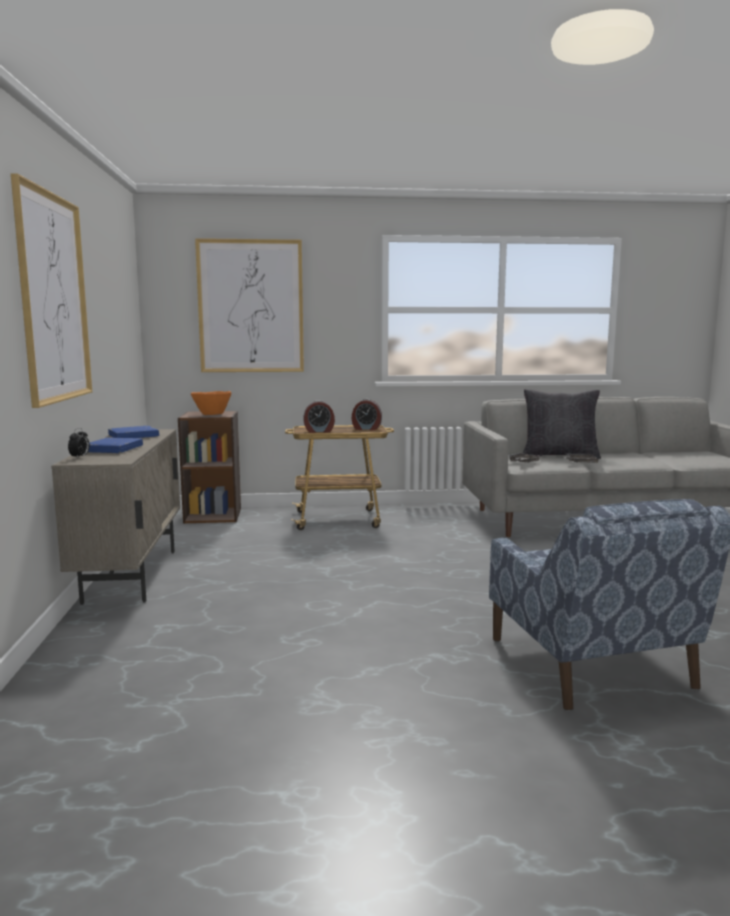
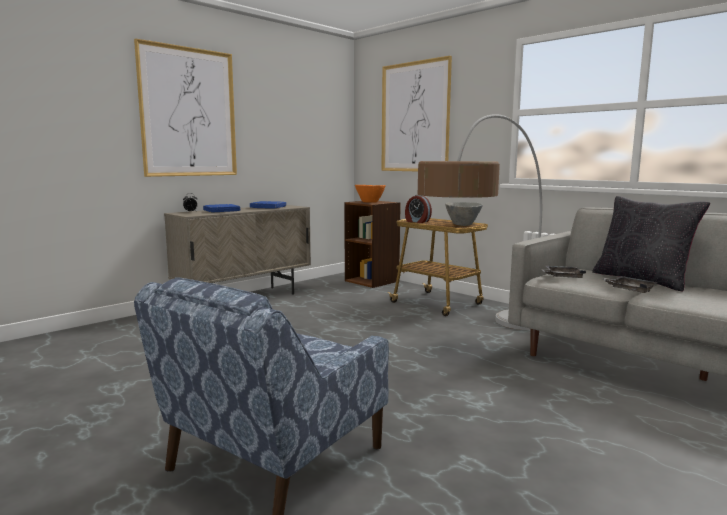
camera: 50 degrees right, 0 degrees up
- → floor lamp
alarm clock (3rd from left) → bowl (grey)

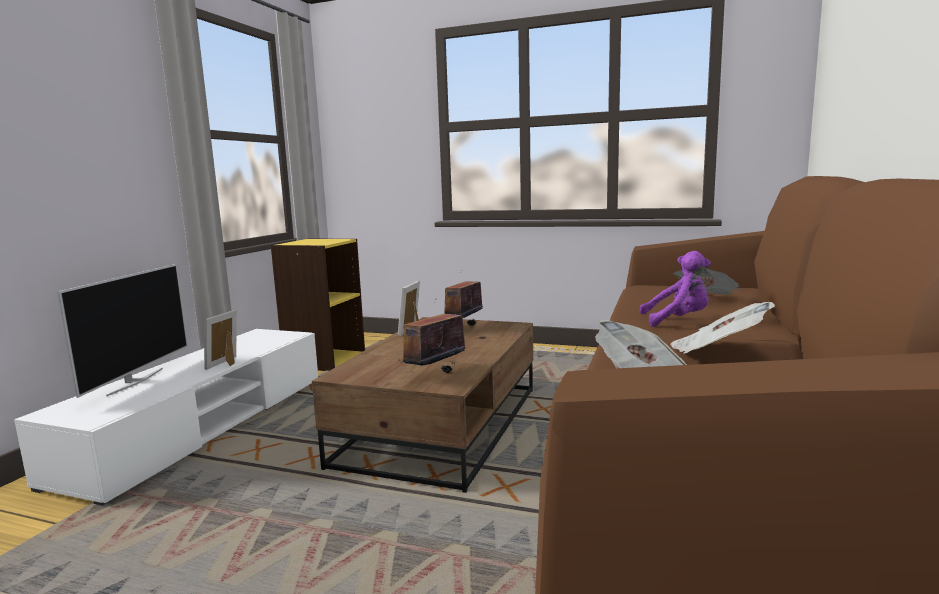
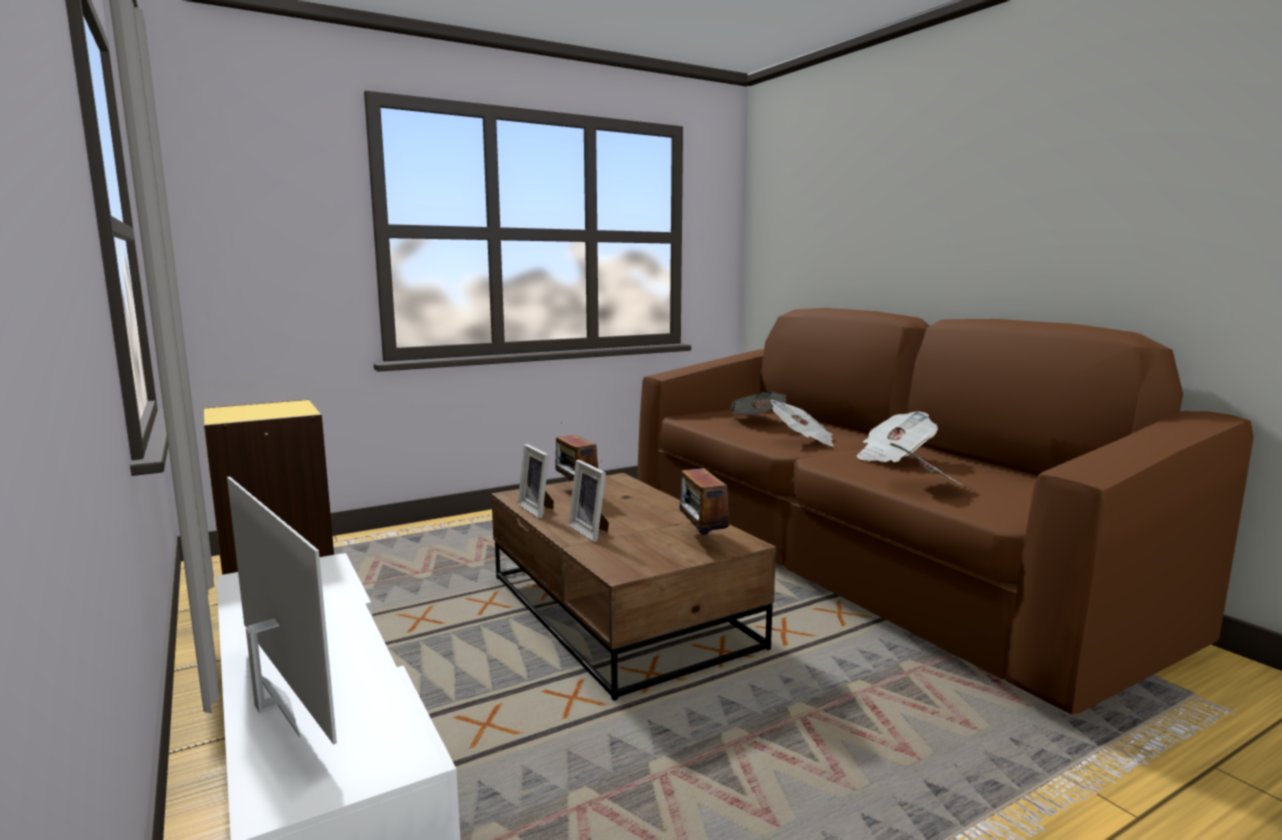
camera: 50 degrees left, 0 degrees up
picture frame (1st from left in the first image) → picture frame (2nd from left), moved
plush toy (purple) → newspaper (2nd from left)

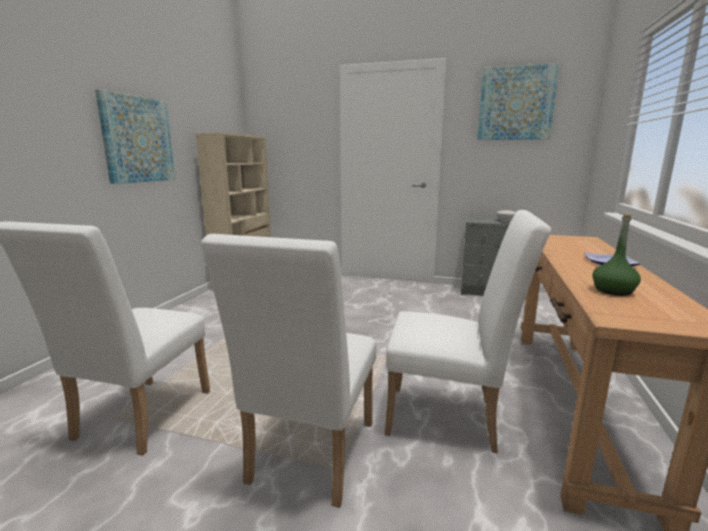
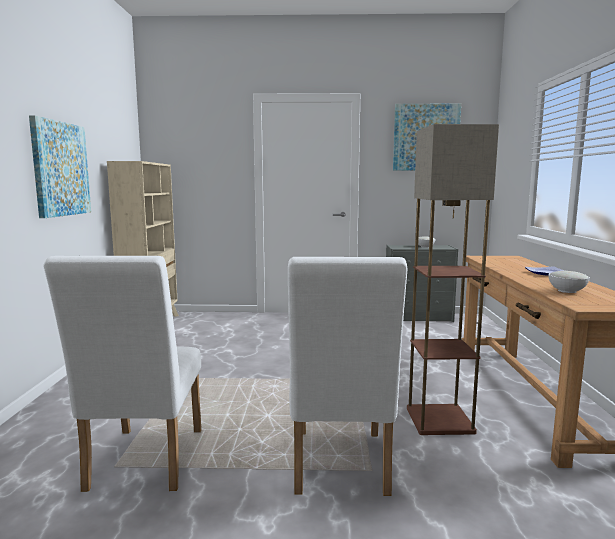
camera: 15 degrees left, 5 degrees down
chair (white) (3rd from left) → floor lamp
bottle (green) → bowl (white) (2nd from left)

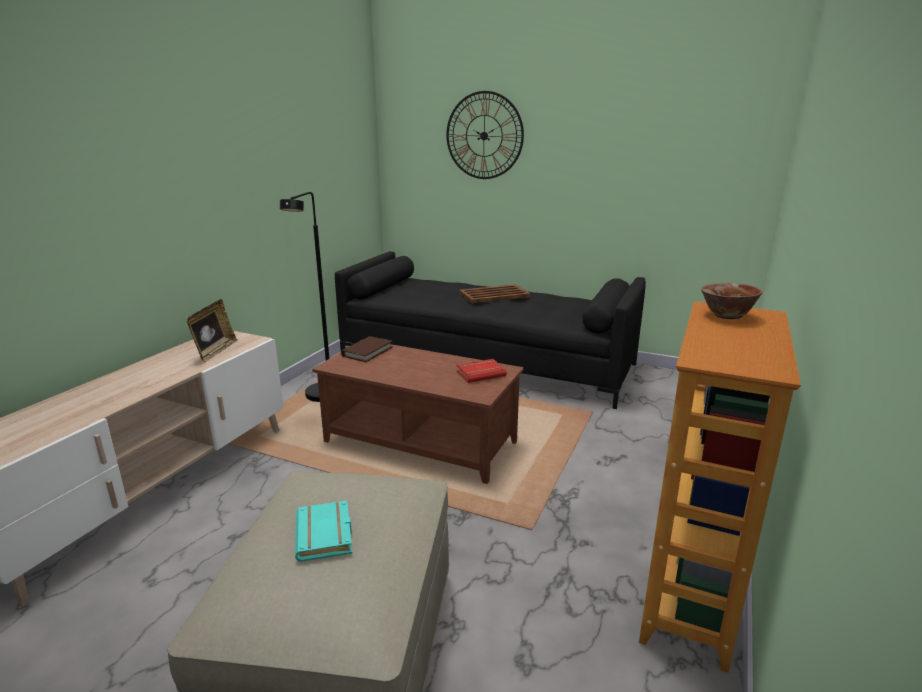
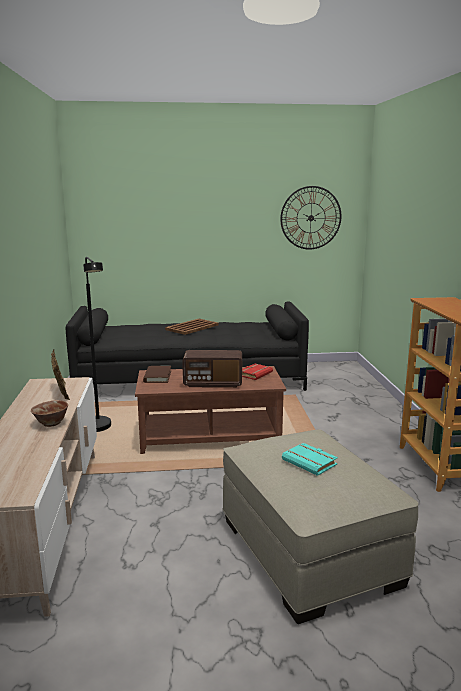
camera: 30 degrees left, 5 degrees down
bowl, moved
- → radio
wall clock, moved

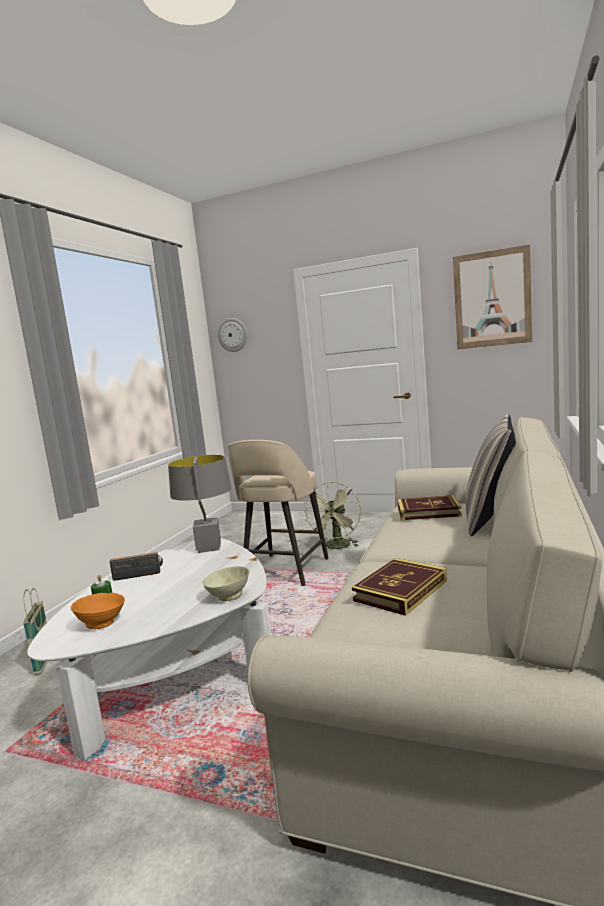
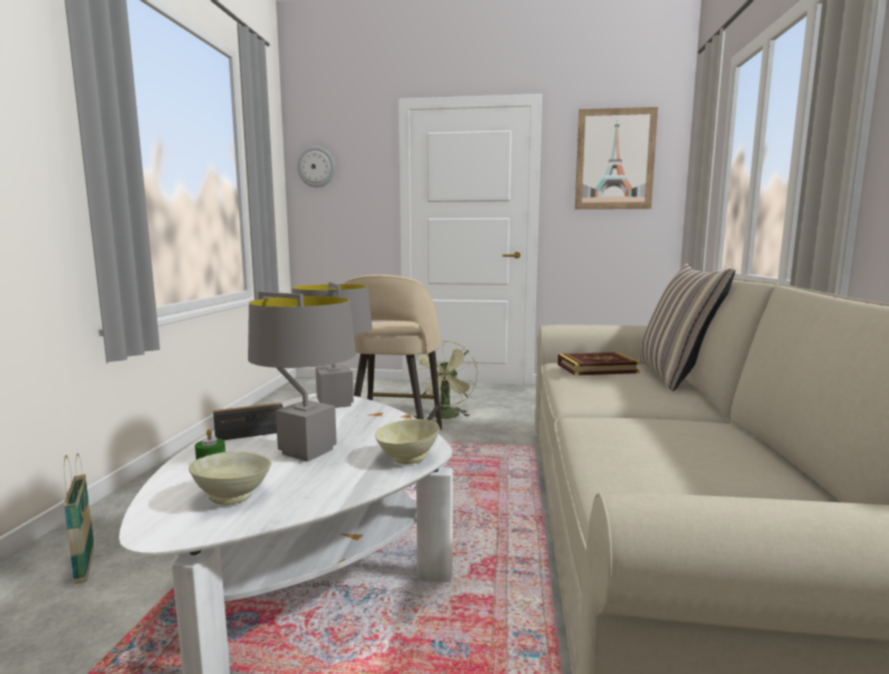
camera: 15 degrees left, 0 degrees up
bowl (orange) → bowl (beige) (1st from left)
- → table lamp (grey) (1st from left)
book (1st from left) → -

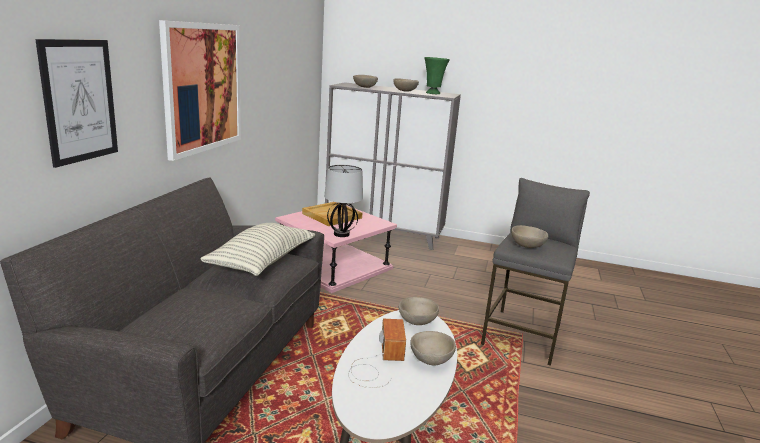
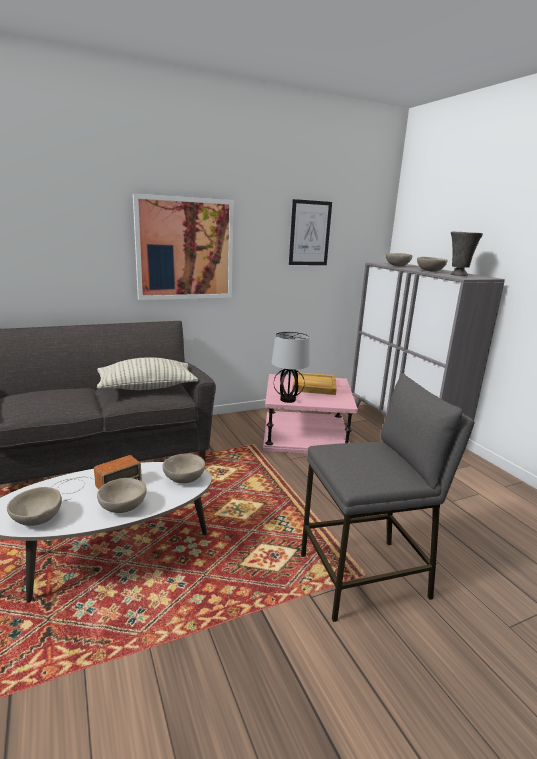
camera: 50 degrees right, 0 degrees up
bowl (beige) (5th from left in the first image) → bowl (beige) (1st from left), moved
picture (1st from left in the first image) → picture (2nd from left), moved
vase (green) → vase (grey)

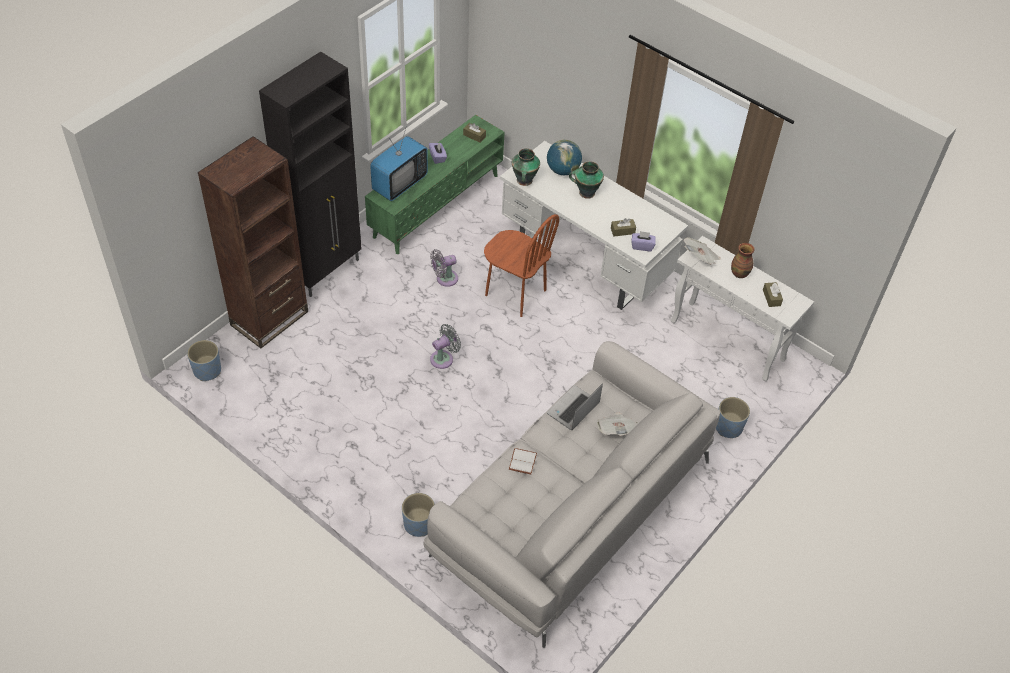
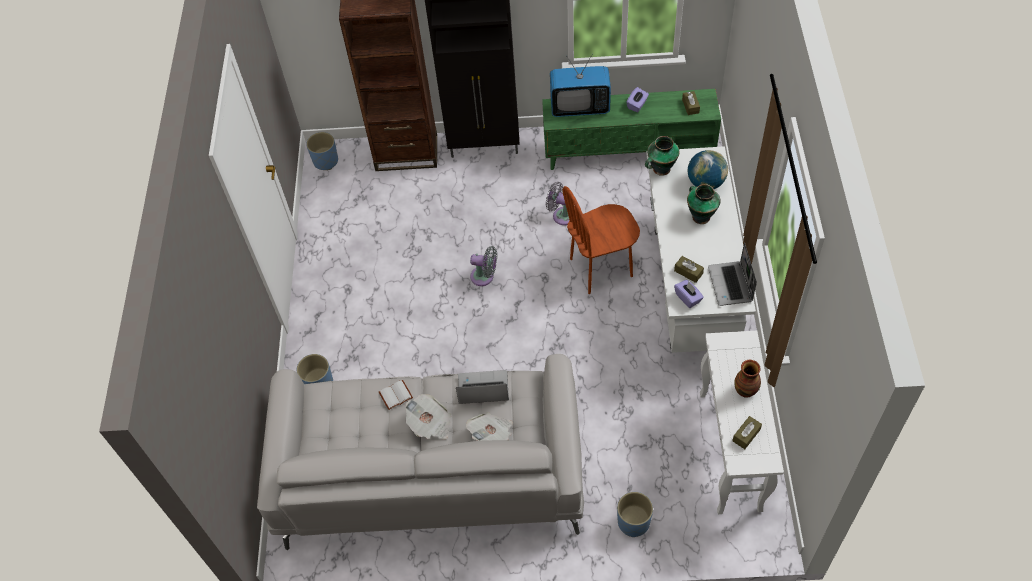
camera: 55 degrees right, 5 degrees up
newspaper (2nd from left in the first image) → newspaper (1st from left), moved
chair (brown), 75 degrees clockwise
- → laptop (2nd from left)

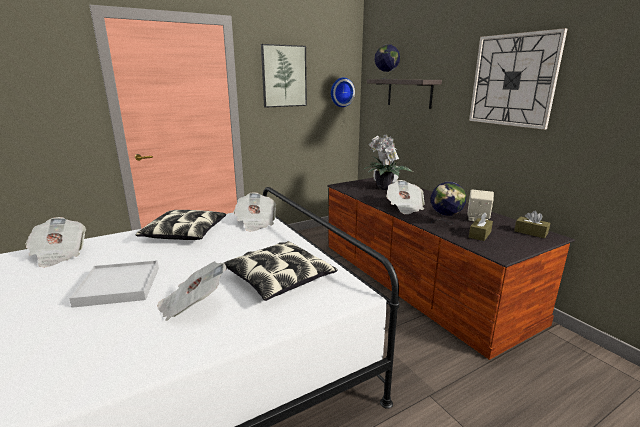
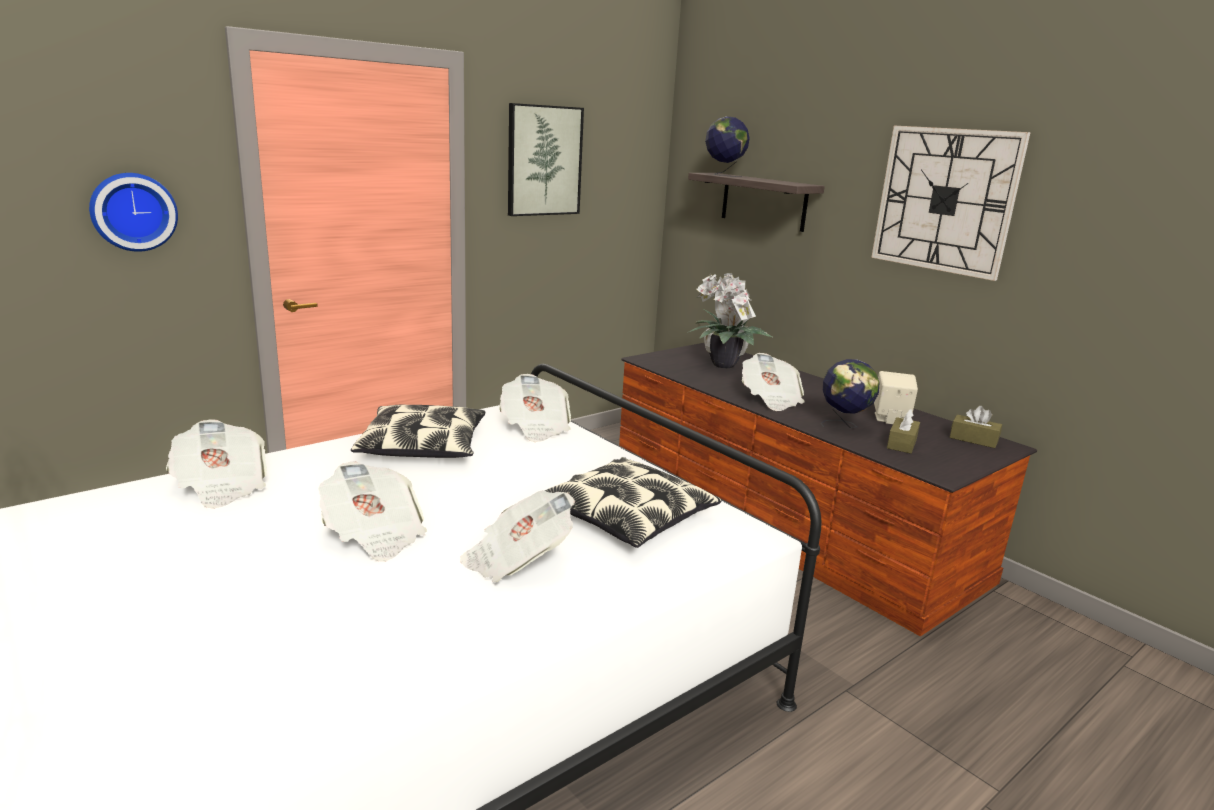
camera: 10 degrees left, 0 degrees up
wall clock (1st from left), moved
tray (white) → newspaper (2nd from left)

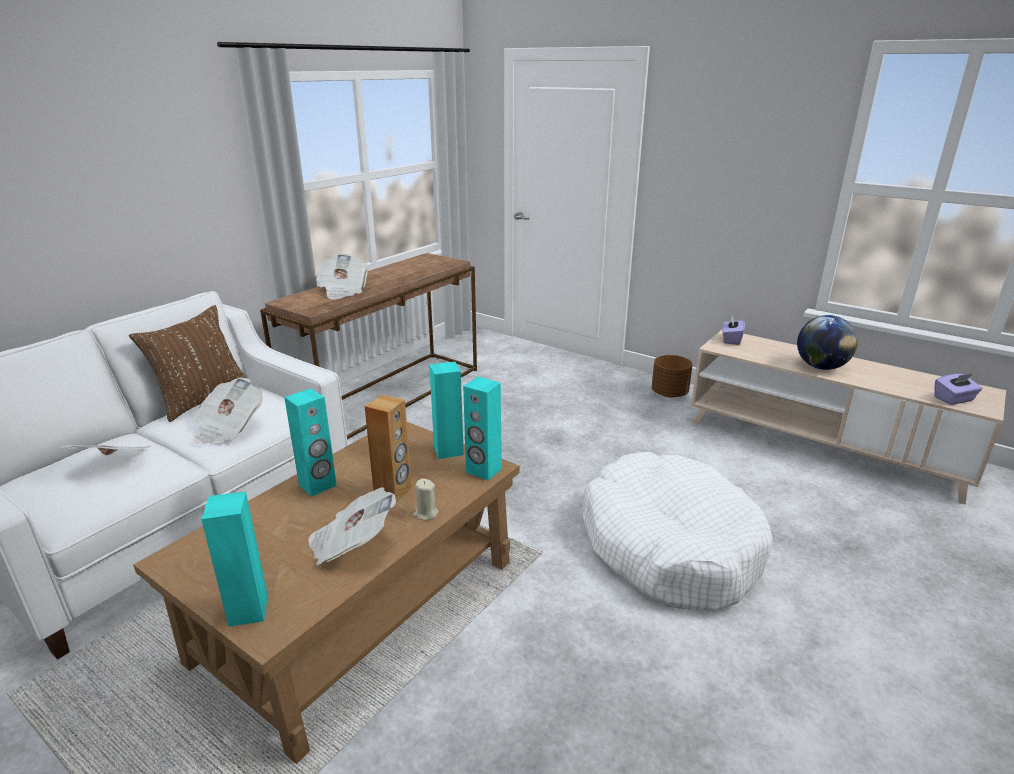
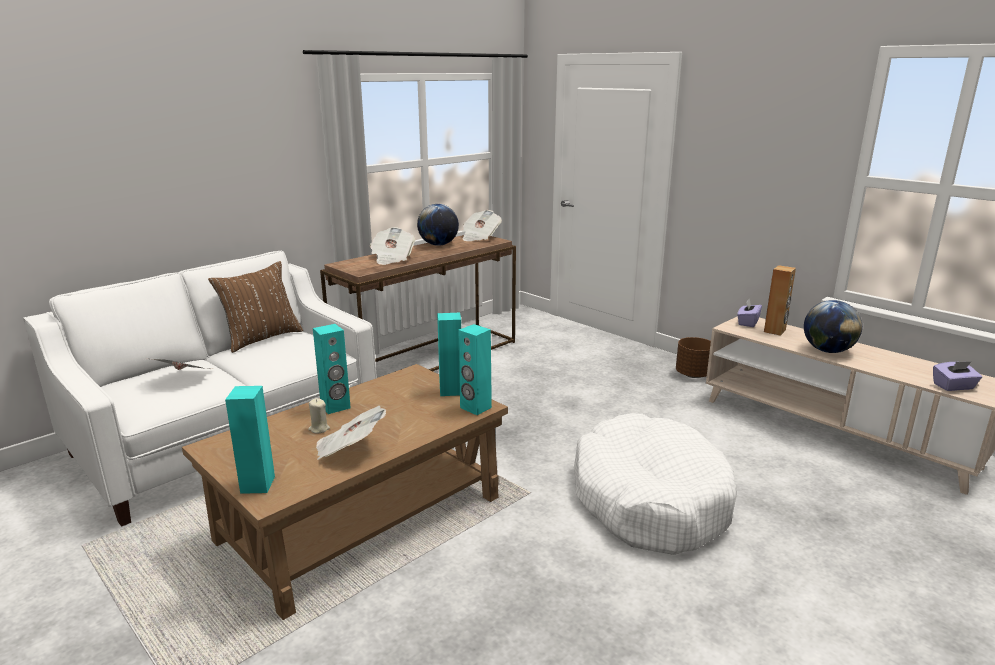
camera: 10 degrees right, 5 degrees down
candle (beige), moved
- → globe (1st from left)
newspaper (2nd from left in the first image) → newspaper (4th from left), moved
speaker (brown), moved

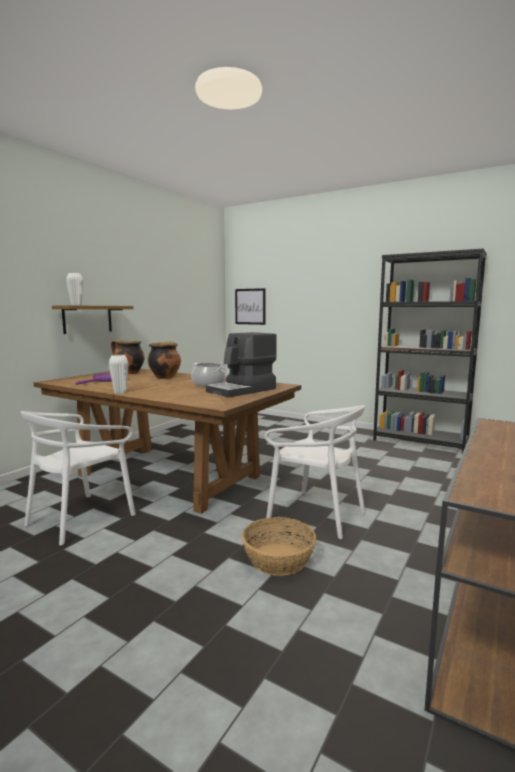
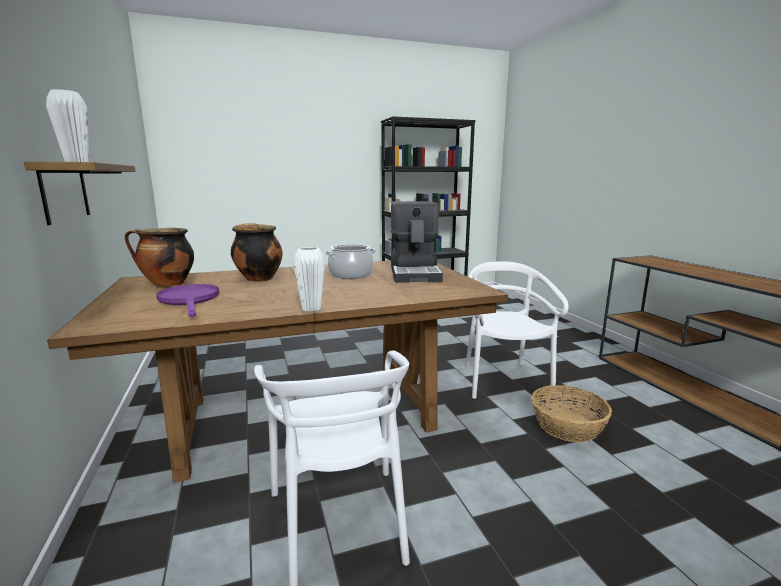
camera: 50 degrees left, 5 degrees up
chair (white) (2nd from left), 75 degrees counterclockwise
picture → -

